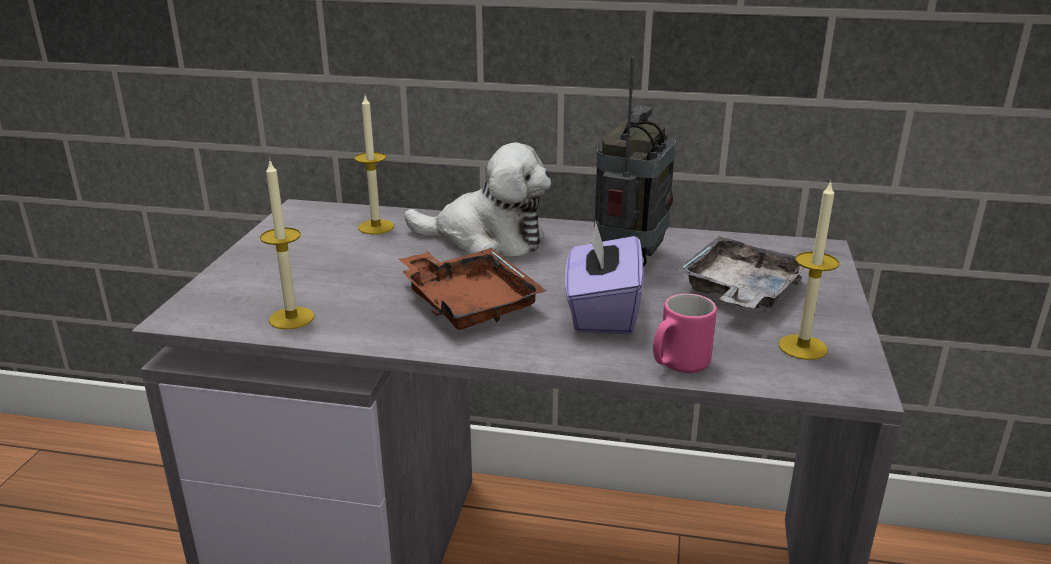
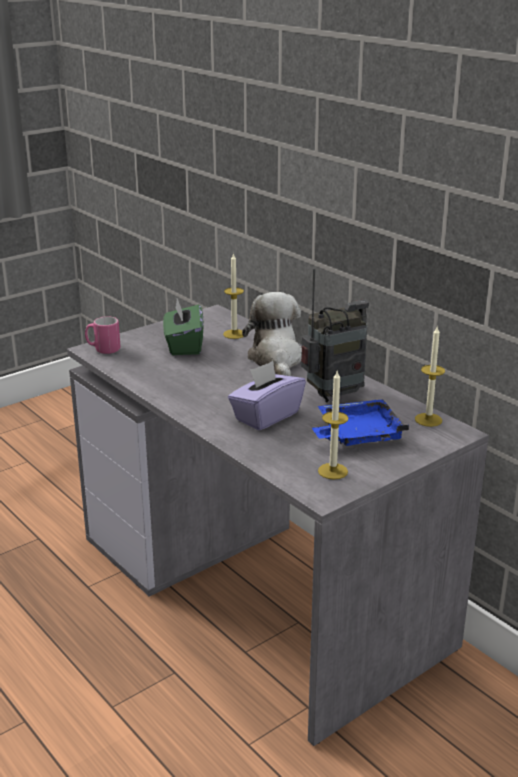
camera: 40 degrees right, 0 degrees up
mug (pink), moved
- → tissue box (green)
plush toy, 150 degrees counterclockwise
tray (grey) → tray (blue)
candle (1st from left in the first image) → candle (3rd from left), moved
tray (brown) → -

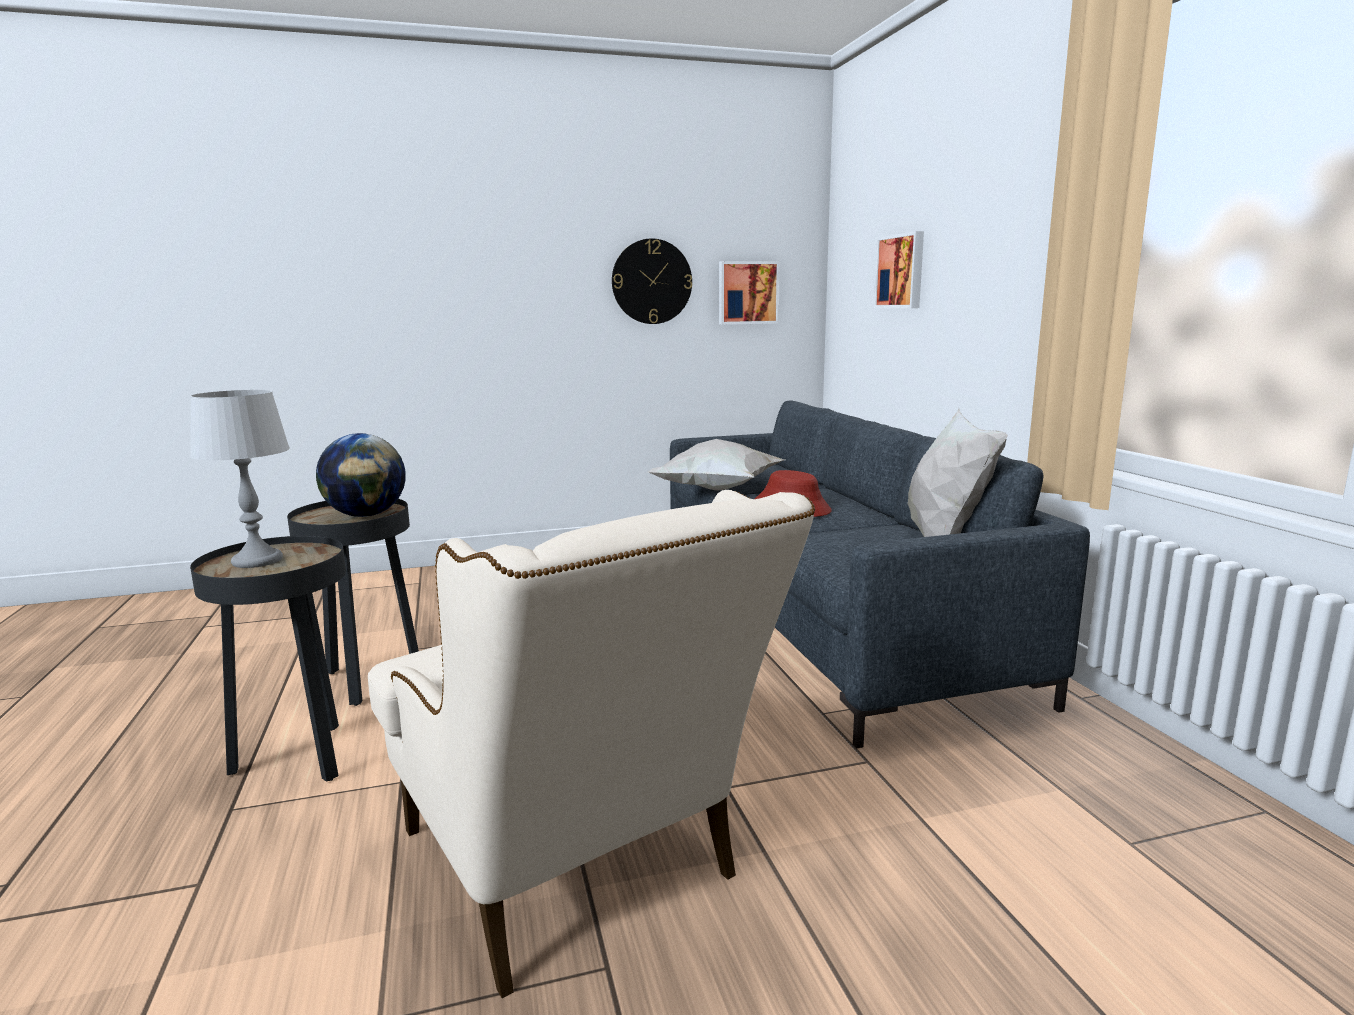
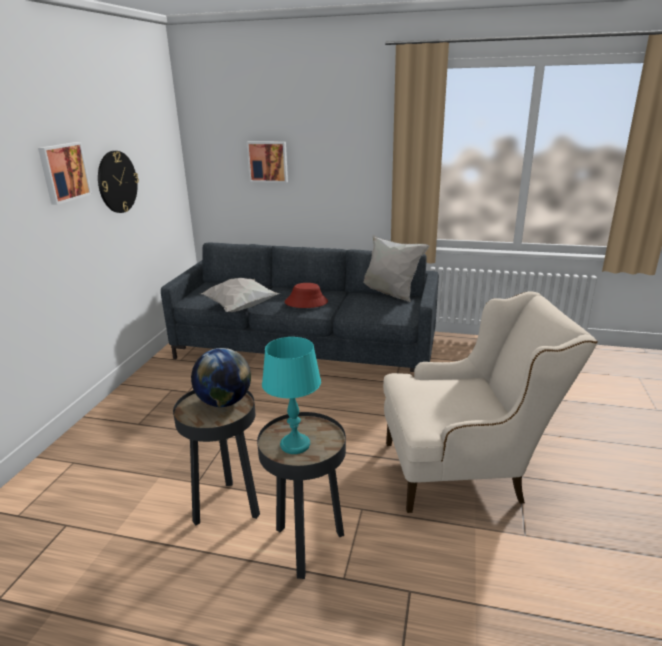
camera: 60 degrees left, 10 degrees up
picture (1st from left), moved
table lamp (grey) → table lamp (turquoise)

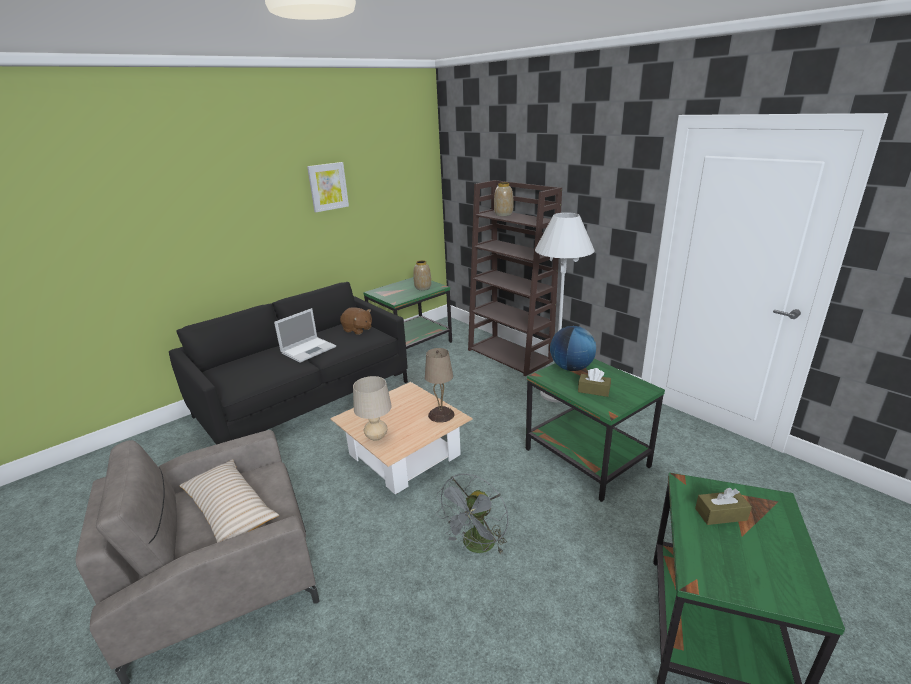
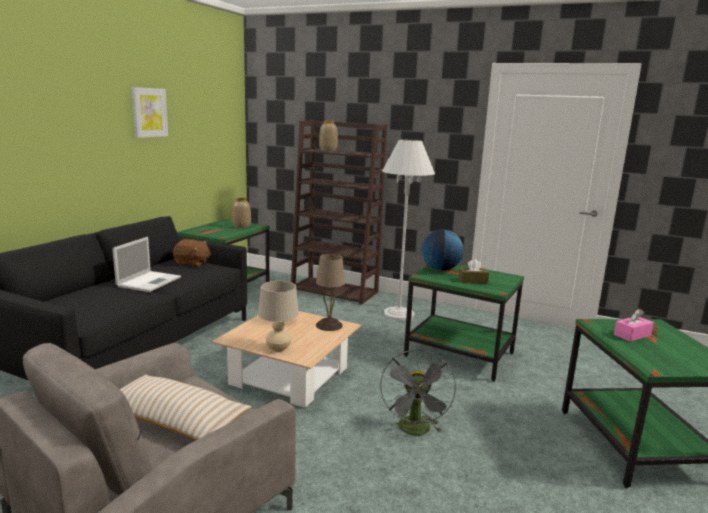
camera: 25 degrees left, 10 degrees down
tissue box (brown) (2nd from left) → tissue box (pink)

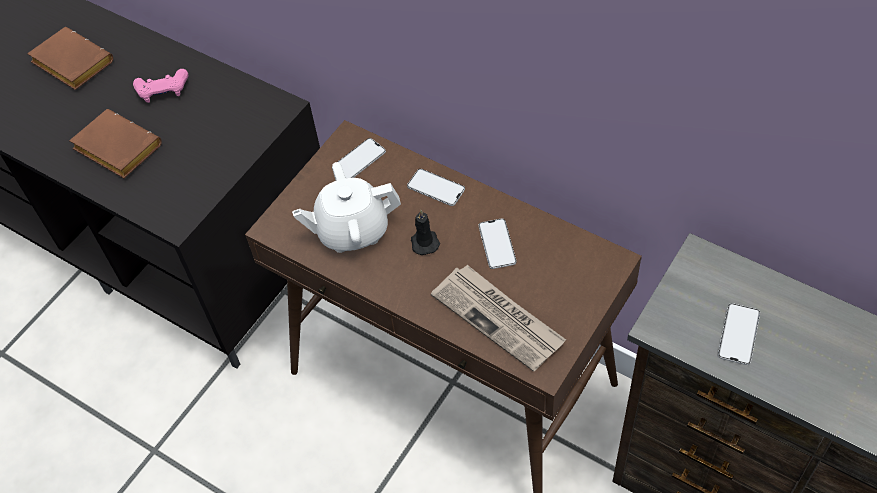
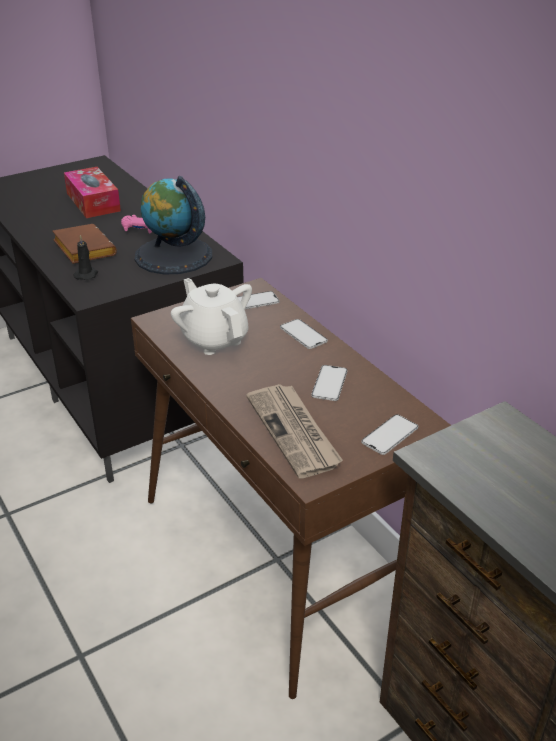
camera: 20 degrees right, 20 degrees down
book (brown) (1st from left) → tissue box
candle (black), moved
- → globe
teapot (white), 45 degrees clockwise
phone (4th from left), moved

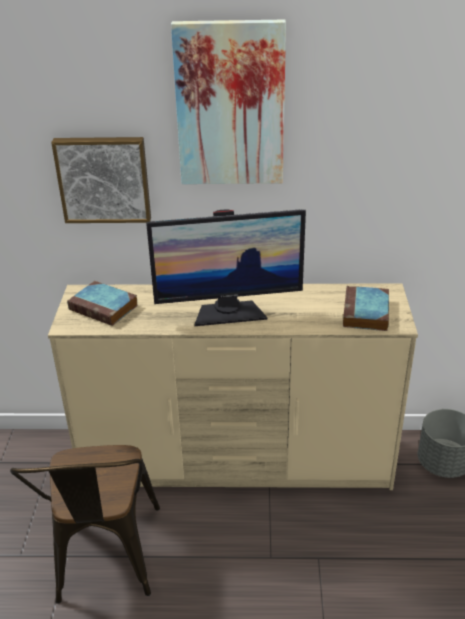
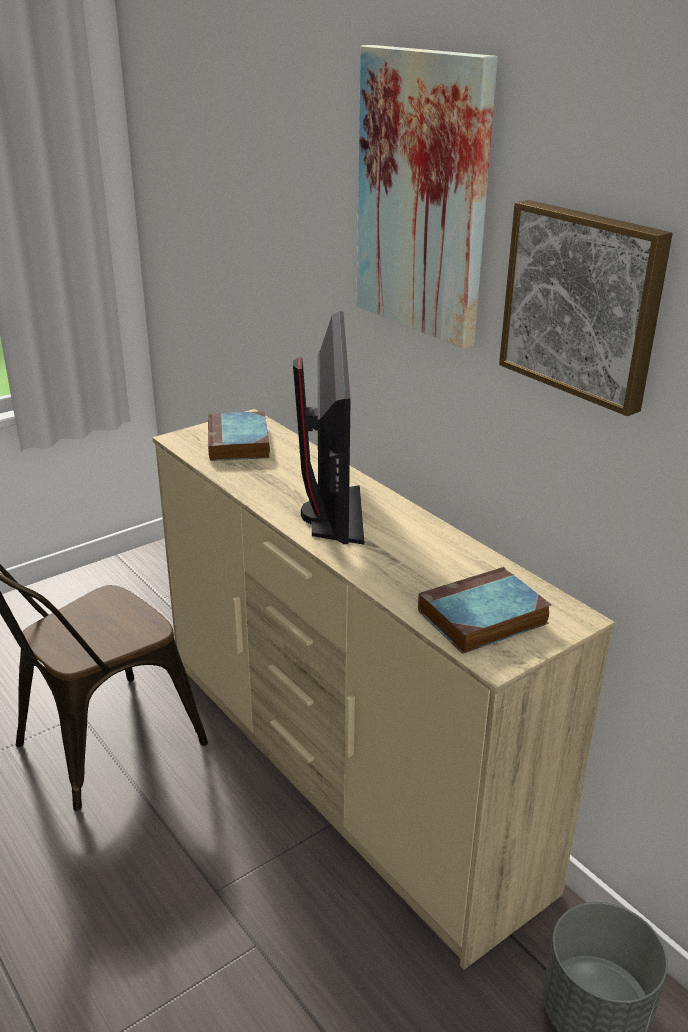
camera: 50 degrees right, 5 degrees down
monitor, 135 degrees counterclockwise
picture (1st from left in the first image) → picture (2nd from left), moved

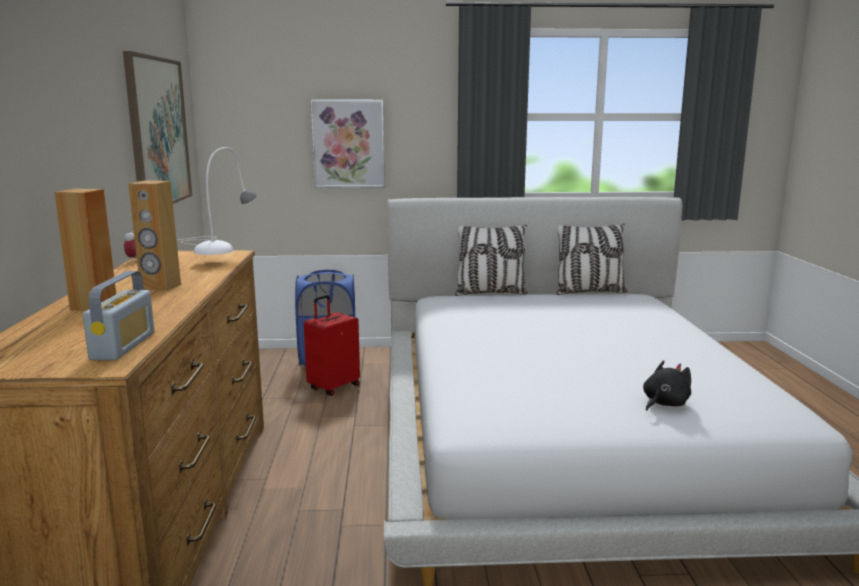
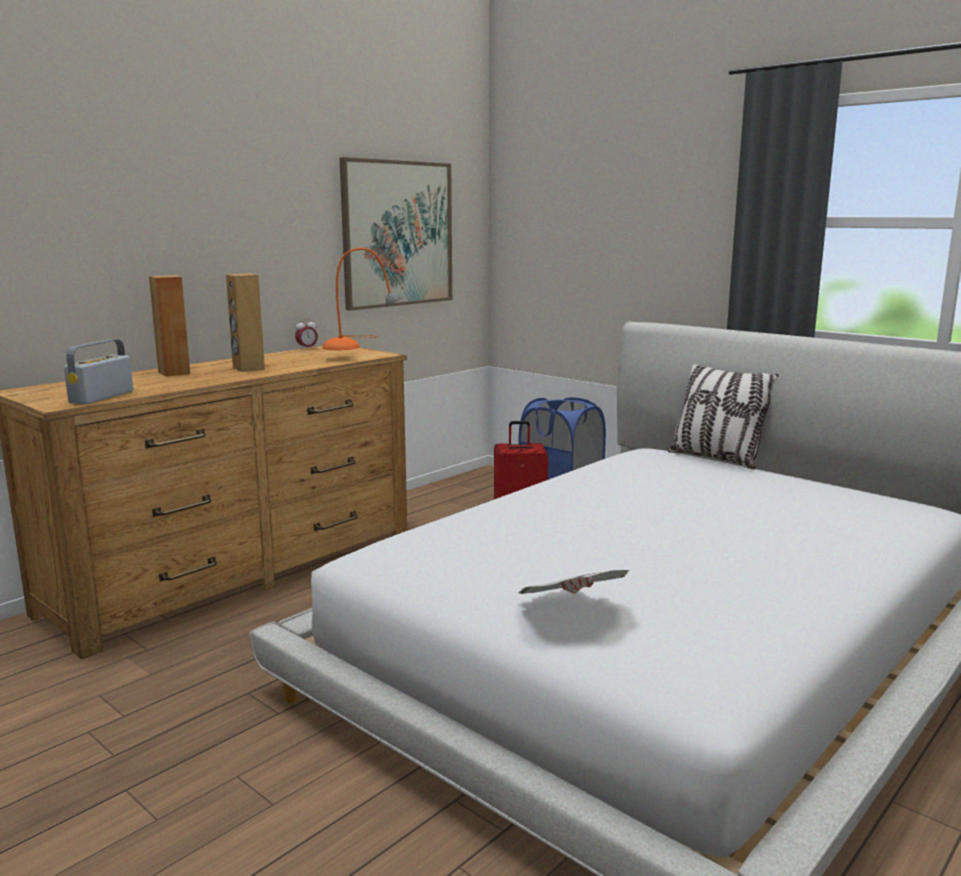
camera: 45 degrees right, 0 degrees up
radio, 150 degrees clockwise
table lamp (white) → table lamp (orange)
plush toy (black) → newspaper
picture (2nd from left) → -
pillow (2nd from left) → -

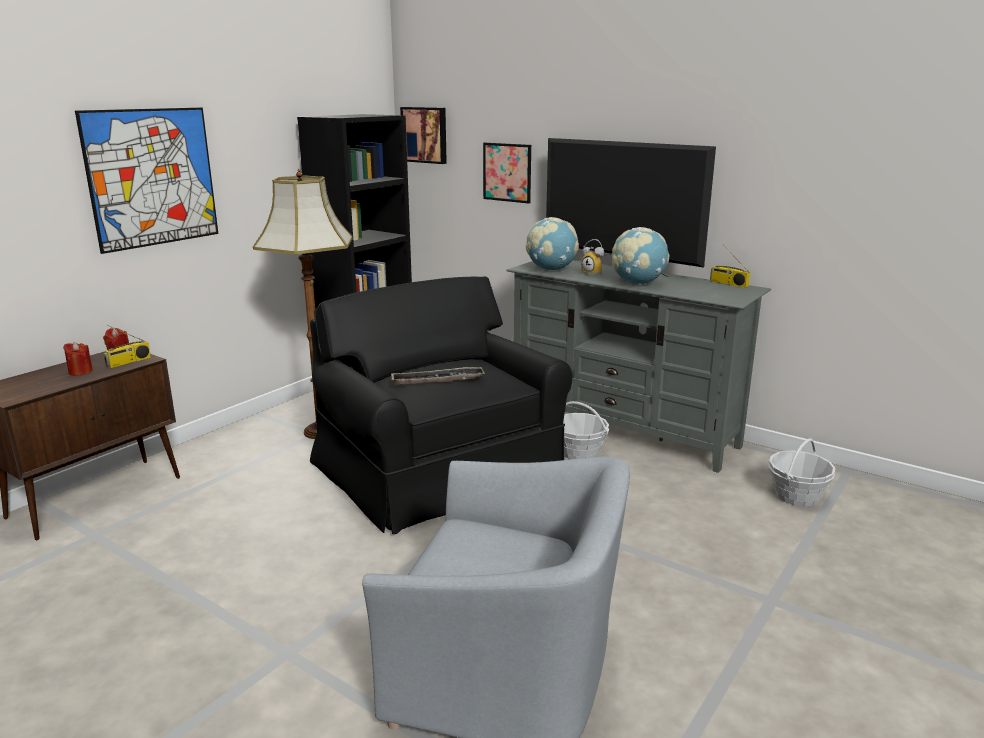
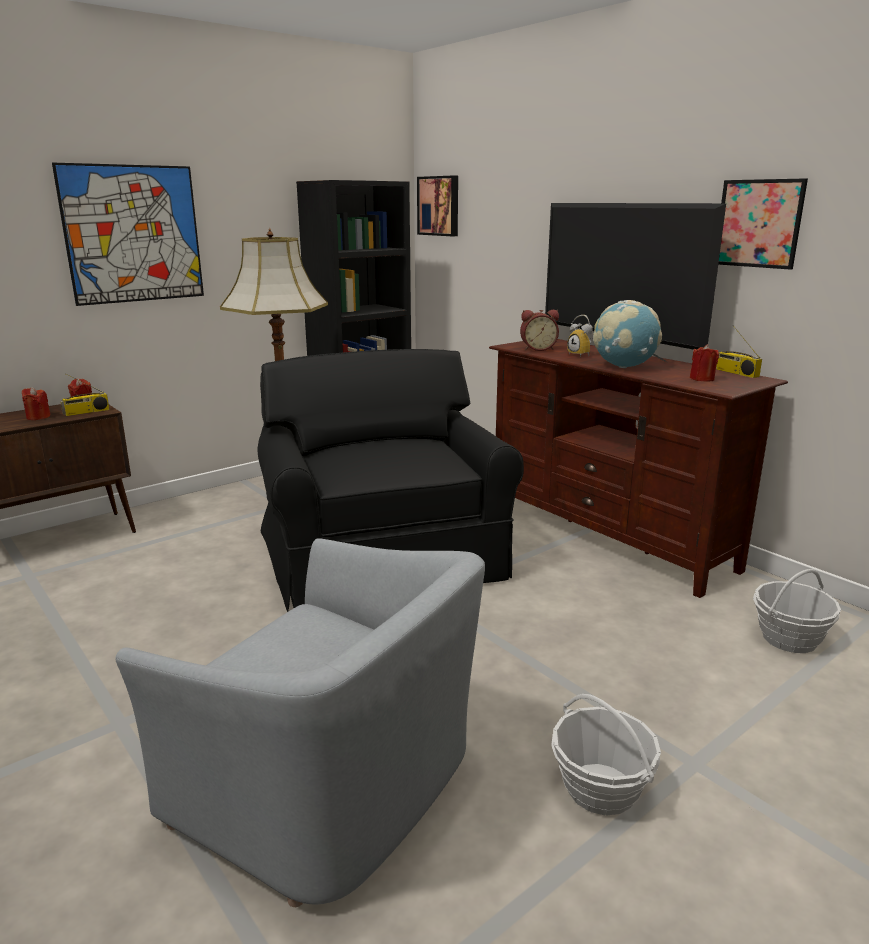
camera: 15 degrees right, 0 degrees up
tv stand (grey) → tv stand (brown)
globe (1st from left) → alarm clock (1st from left)
basket (1st from left), moved
- → candle (red) (3rd from left)
picture (3rd from left), moved
tray → -

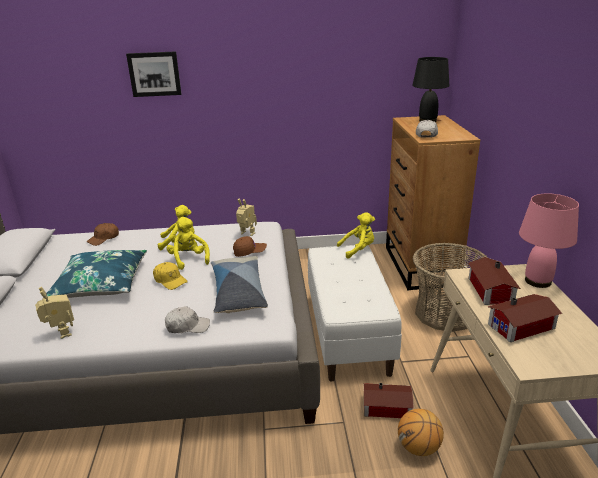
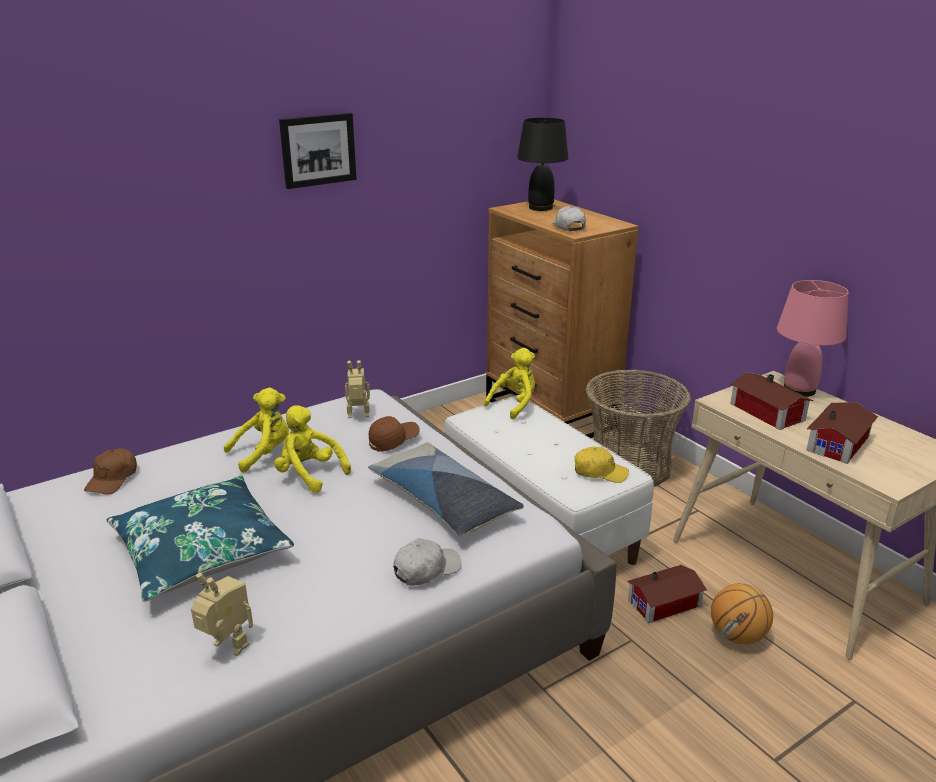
camera: 30 degrees left, 0 degrees up
picture, moved
cap (yellow), moved

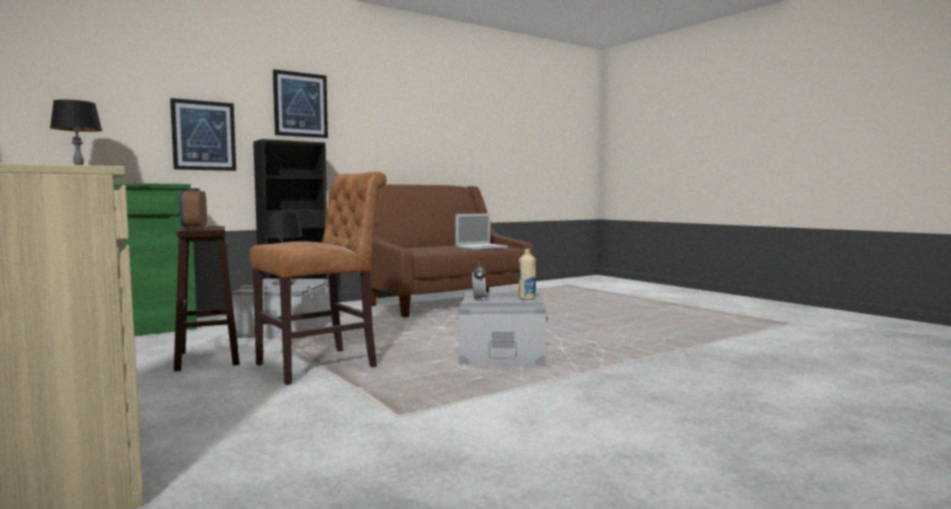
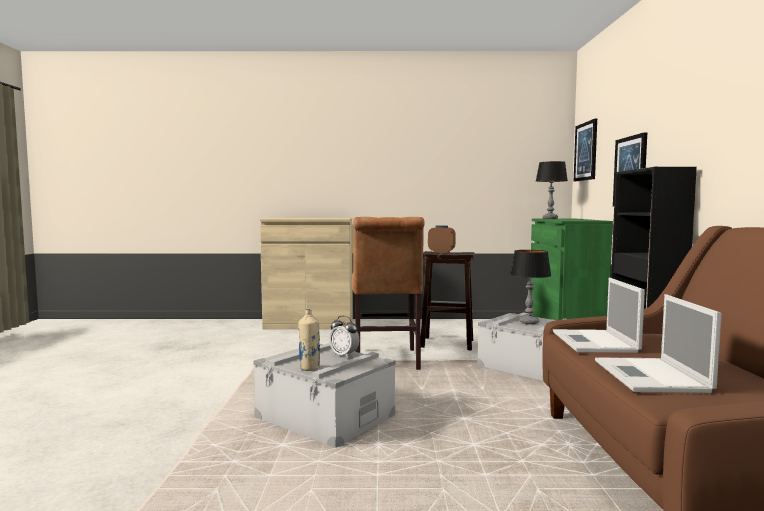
camera: 125 degrees right, 0 degrees up
- → laptop (1st from left)
picture (2nd from left in the first image) → picture (1st from left), moved

